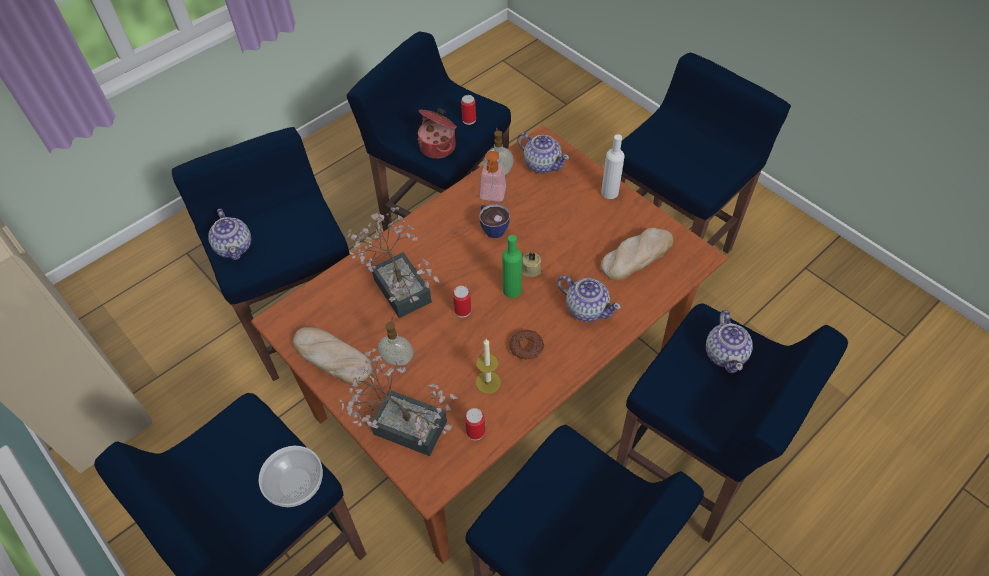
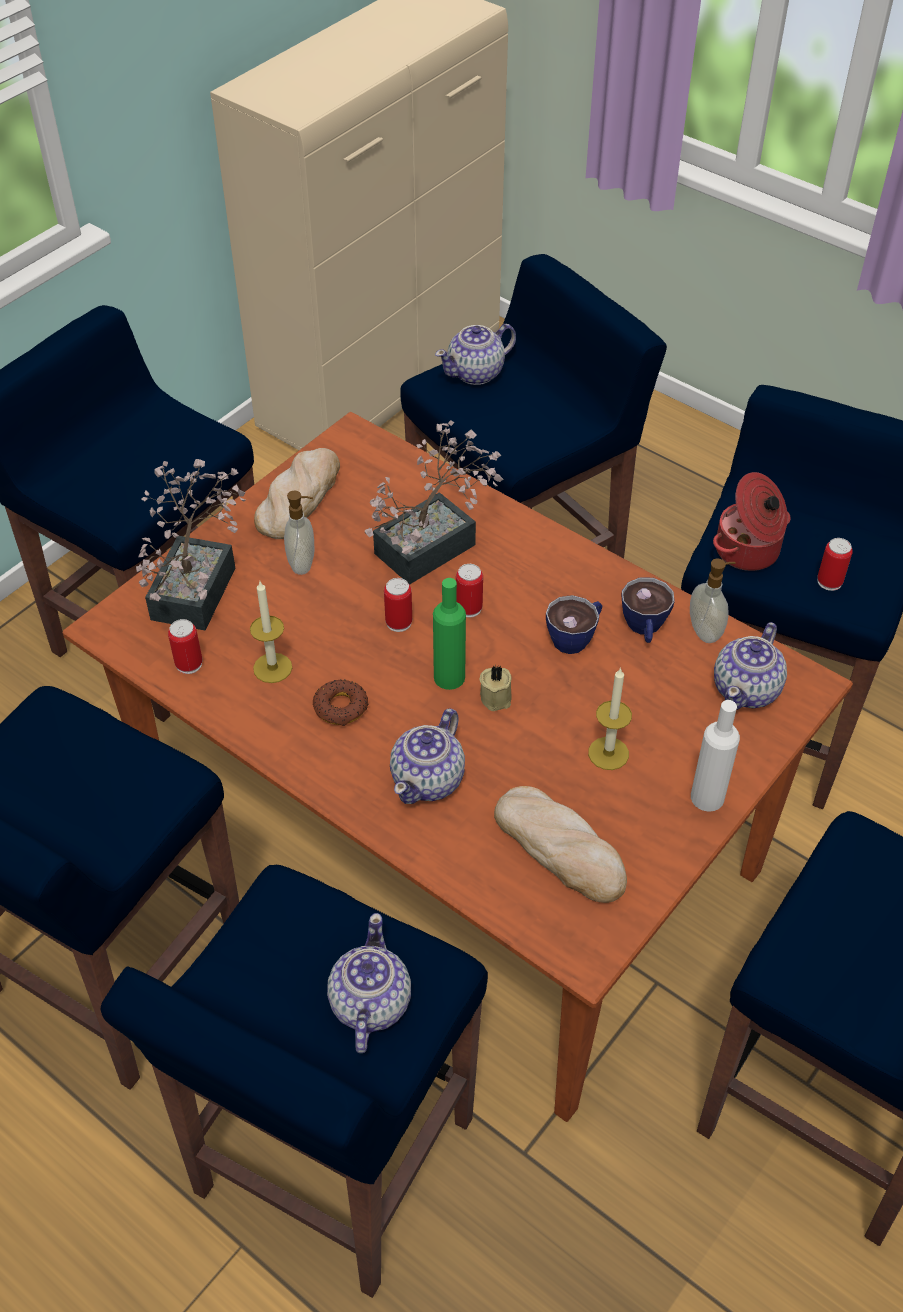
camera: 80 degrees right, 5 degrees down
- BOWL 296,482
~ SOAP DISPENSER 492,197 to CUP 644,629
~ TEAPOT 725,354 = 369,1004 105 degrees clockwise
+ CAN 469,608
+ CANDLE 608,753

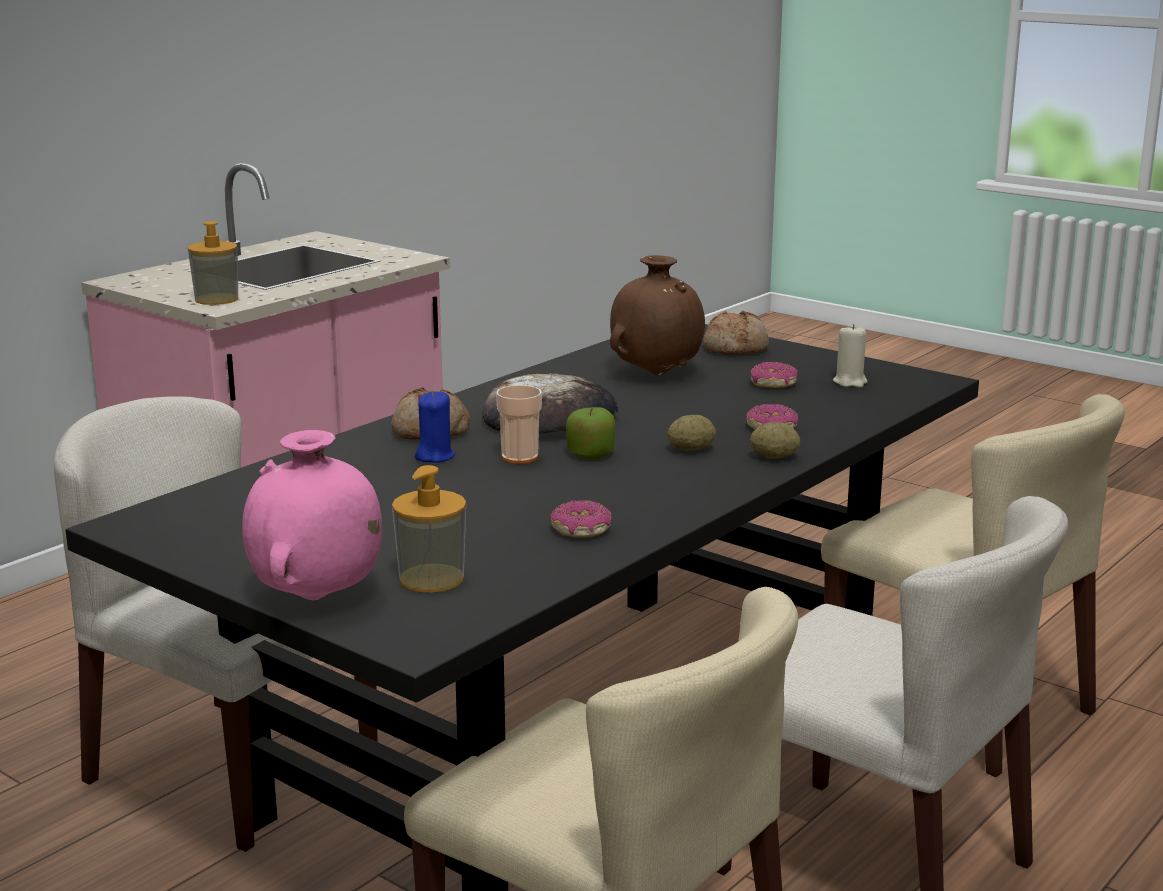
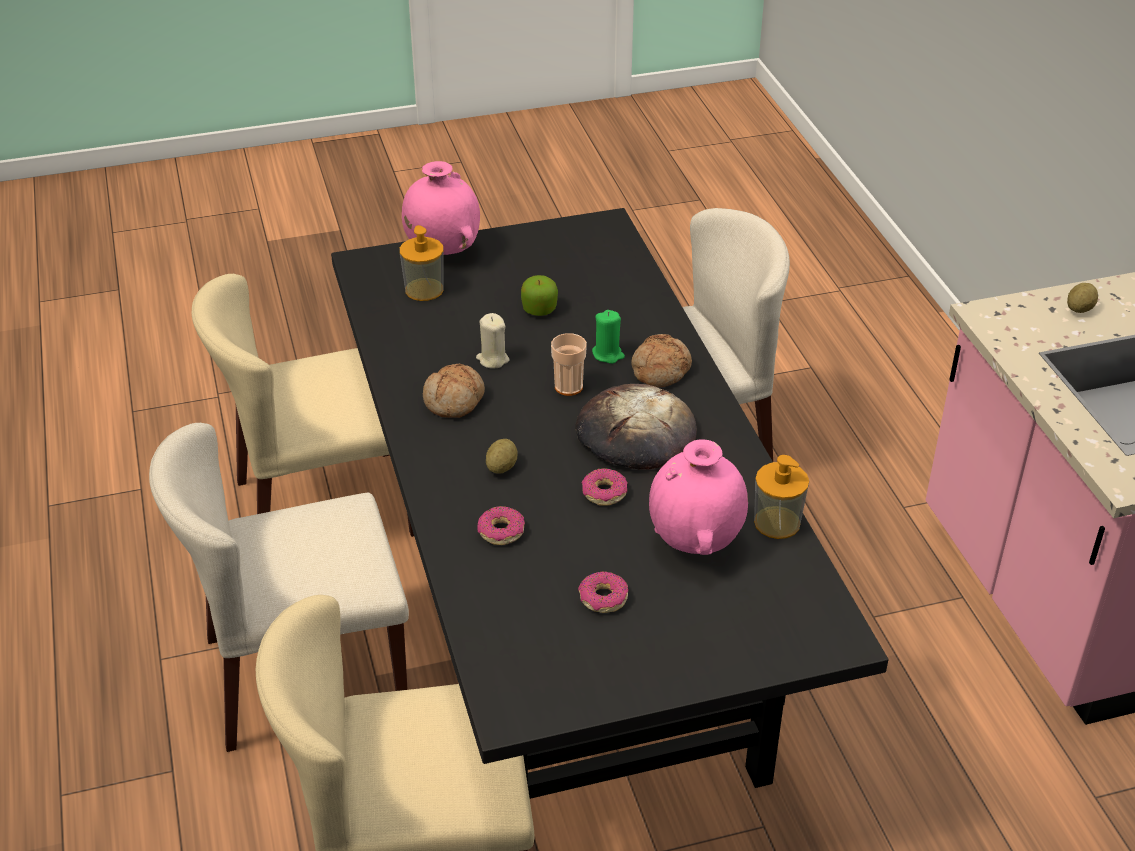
camera: 125 degrees right, 20 degrees up
~ SOAP DISPENSER 216,299 to 777,522
~ BLUE CANDLE 435,456 to GREEN CANDLE 608,354
~ DONUT 581,530 to 604,493
~ APPLE 590,454 to 539,309
~ BROWN VASE 656,374 to PINK VASE 695,542
~ BREAD 735,348 to 455,401
~ POTATO 774,457 to 1079,309
~ BEIGE CANDLE 850,382 to 492,359

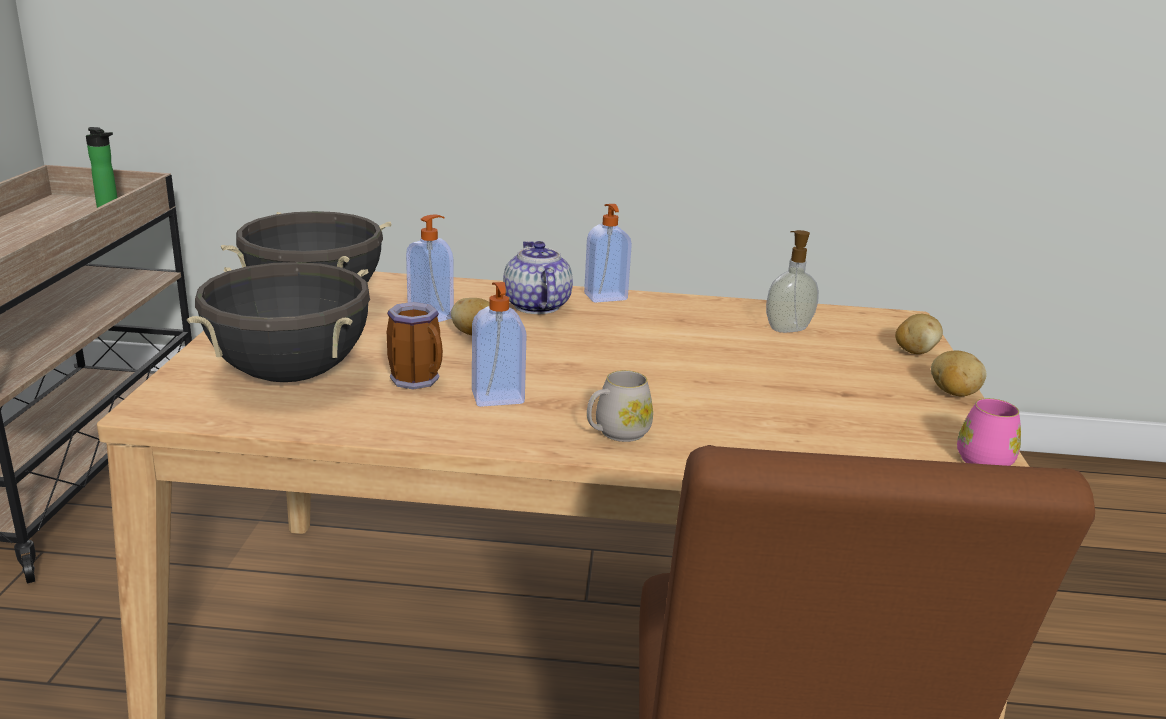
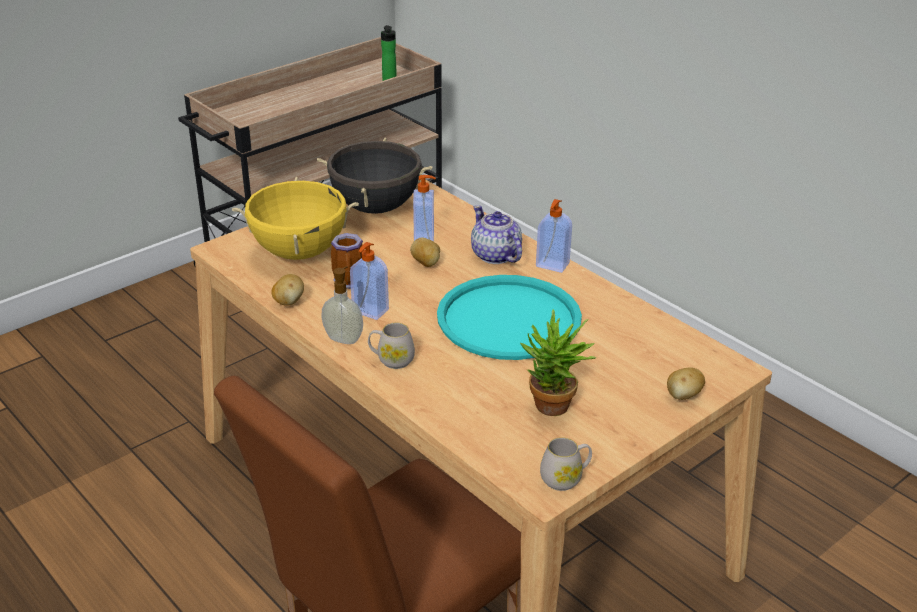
camera: 45 degrees right, 10 degrees up
~ BLACK COOKING POT 290,374 to YELLOW COOKING POT 299,252
~ TEAPOT 536,306 = 495,256 60 degrees counterclockwise
~ SOAP DISPENSER 787,328 to 344,338
~ POTATO 953,393 to 289,302
~ PINK MUG 984,457 to WHITE MUG 565,478
+ TURQUOISE TRAY 509,319
+ POTTED PLANT 553,410

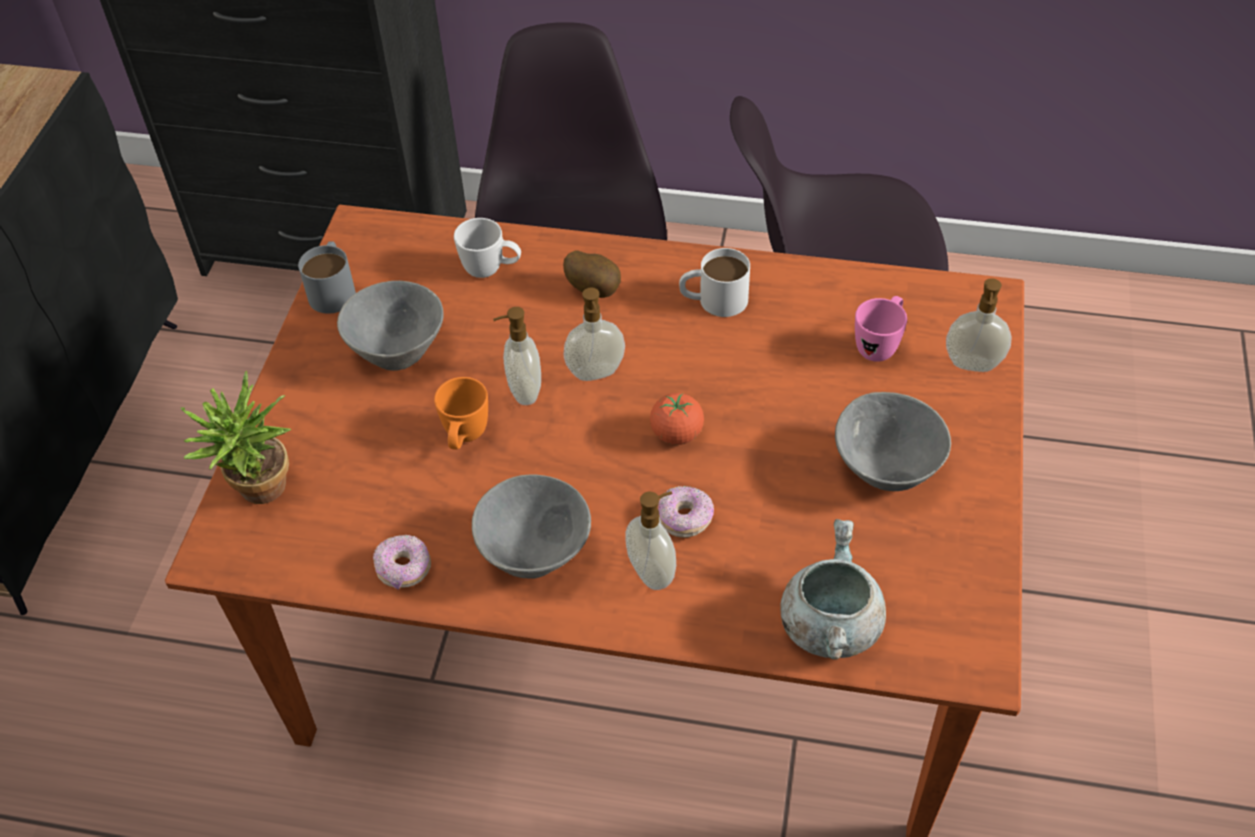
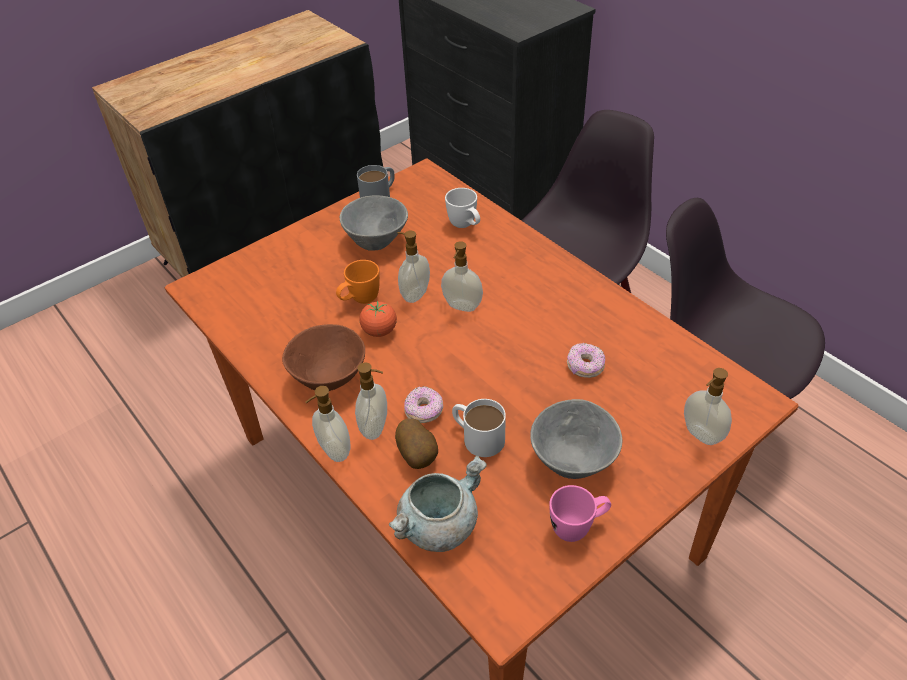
camera: 40 degrees right, 5 degrees down
- POTTED PLANT 259,494
~ DONUT 404,569 to 585,366
~ GREY BOWL 537,554 to BROWN BOWL 330,379
~ POTATO 594,289 to 418,456
~ TOMATO 676,434 to 379,331
~ WHITE MUG 713,300 to 477,436
~ PINK MUG 879,345 to 578,527
+ SOAP DISPENSER 334,451

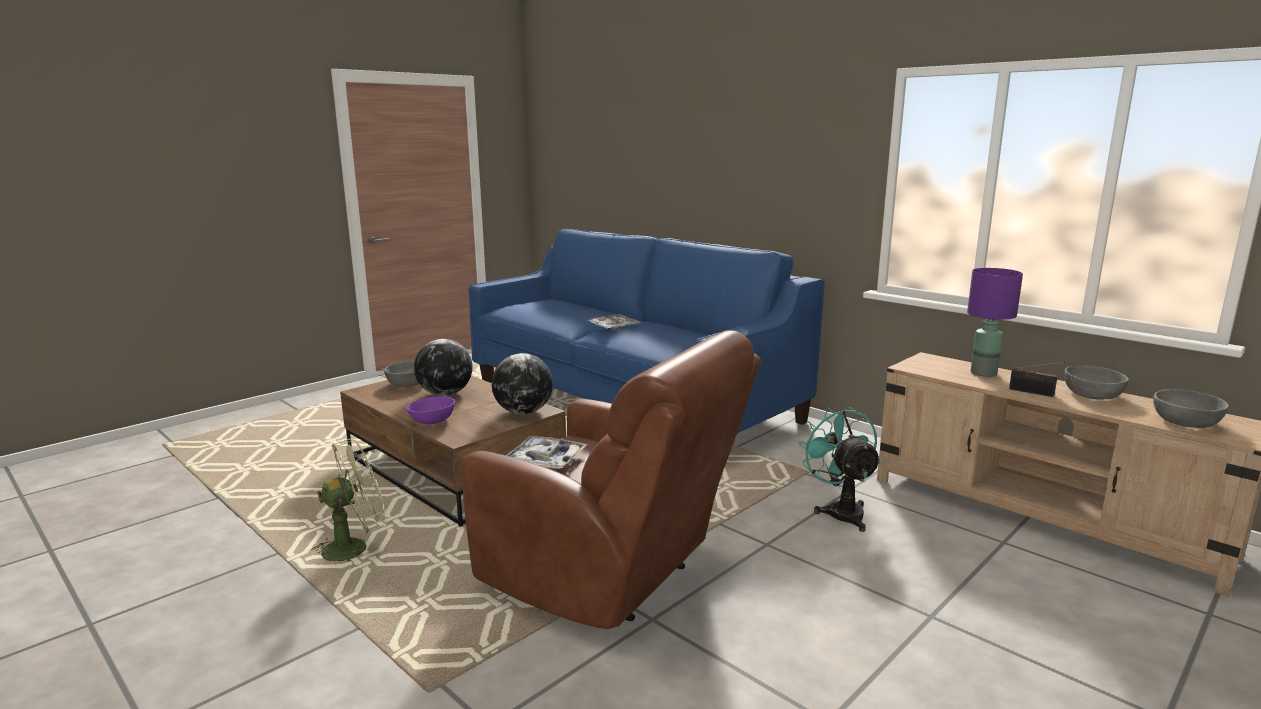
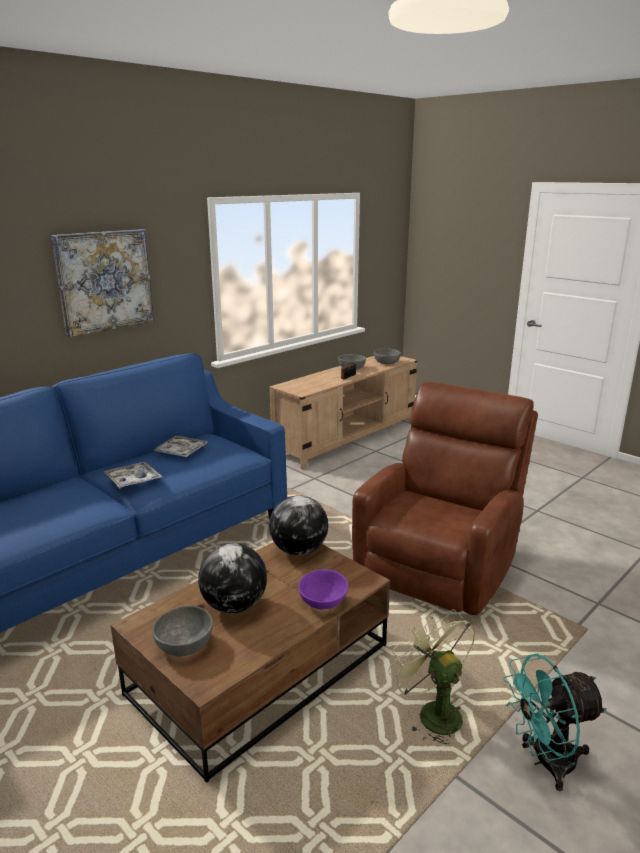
camera: 90 degrees left, 5 degrees up
~ TRAY 545,460 to 181,451
~ TURQUOISE FAN 840,511 to 545,762
- PURPLE TABLE LAMP 982,373
+ PICTURE 105,281

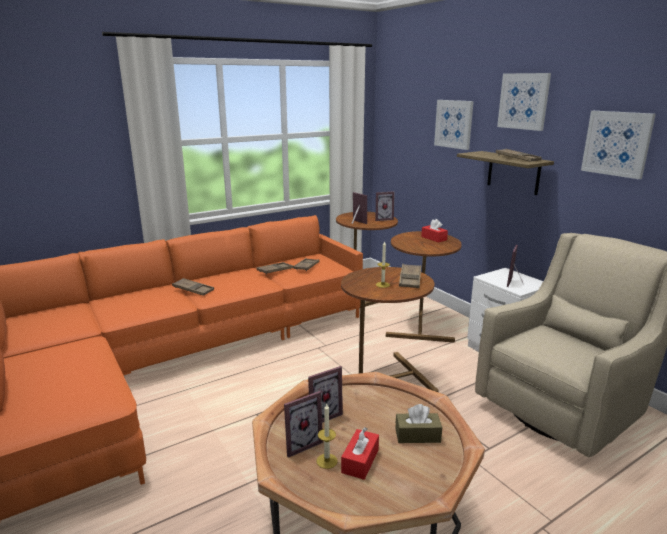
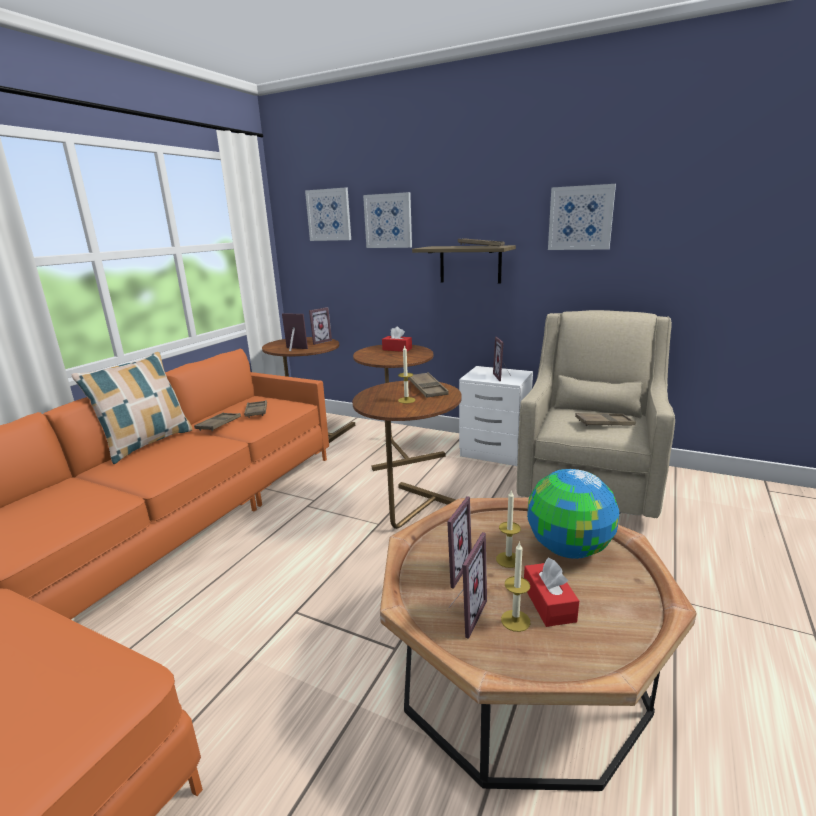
camera: 30 degrees left, 0 degrees up
~ BROWN TRAY 193,290 to 604,423
~ BROWN TISSUE BOX 417,435 to GLOBE 568,549
~ PICTURE 523,101 to 329,215
+ PILLOW 147,443
+ CANDLE 508,559

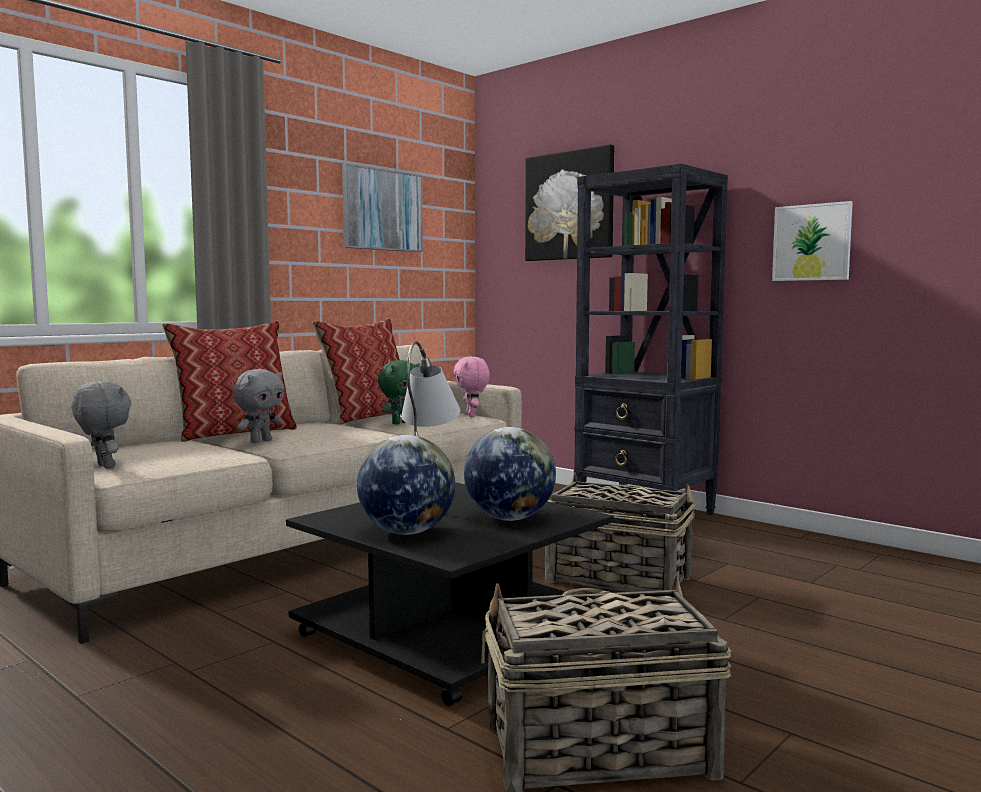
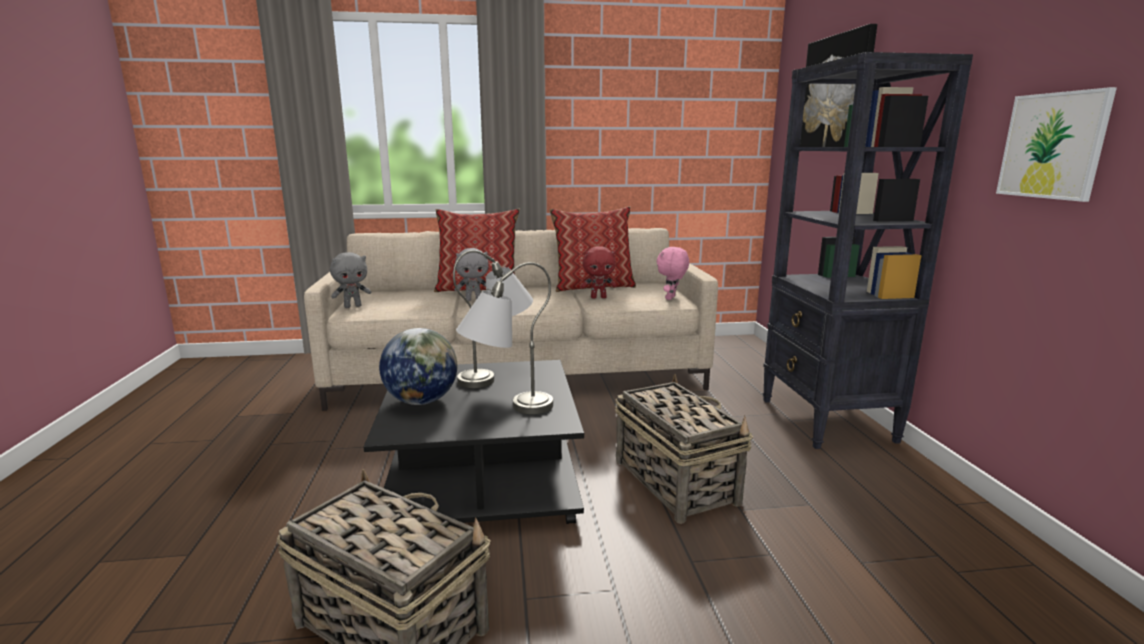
camera: 40 degrees right, 10 degrees up
~ GREY PLUSH TOY 104,466 = 353,306 60 degrees clockwise
- PICTURE 382,210
~ GREEN PLUSH TOY 400,423 to RED PLUSH TOY 598,297
~ GLOBE 509,518 to GREY TABLE LAMP 506,410

